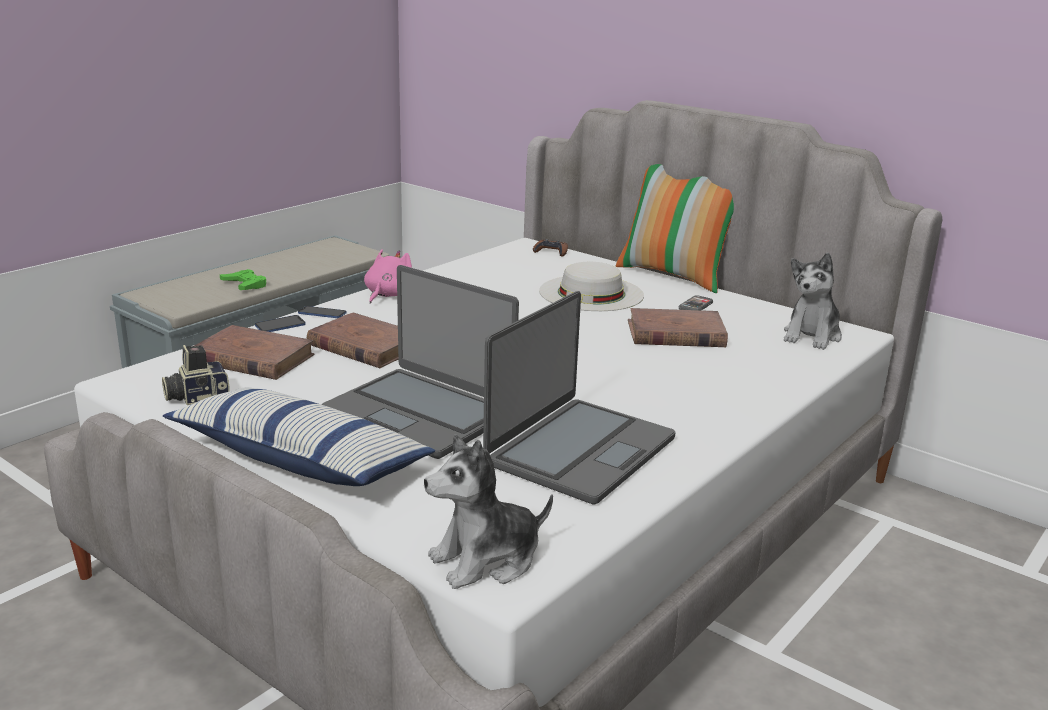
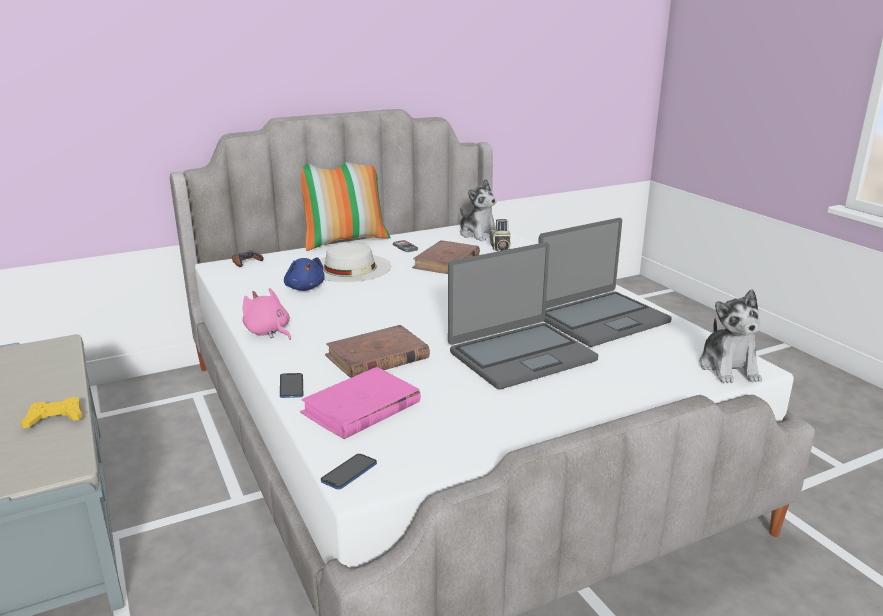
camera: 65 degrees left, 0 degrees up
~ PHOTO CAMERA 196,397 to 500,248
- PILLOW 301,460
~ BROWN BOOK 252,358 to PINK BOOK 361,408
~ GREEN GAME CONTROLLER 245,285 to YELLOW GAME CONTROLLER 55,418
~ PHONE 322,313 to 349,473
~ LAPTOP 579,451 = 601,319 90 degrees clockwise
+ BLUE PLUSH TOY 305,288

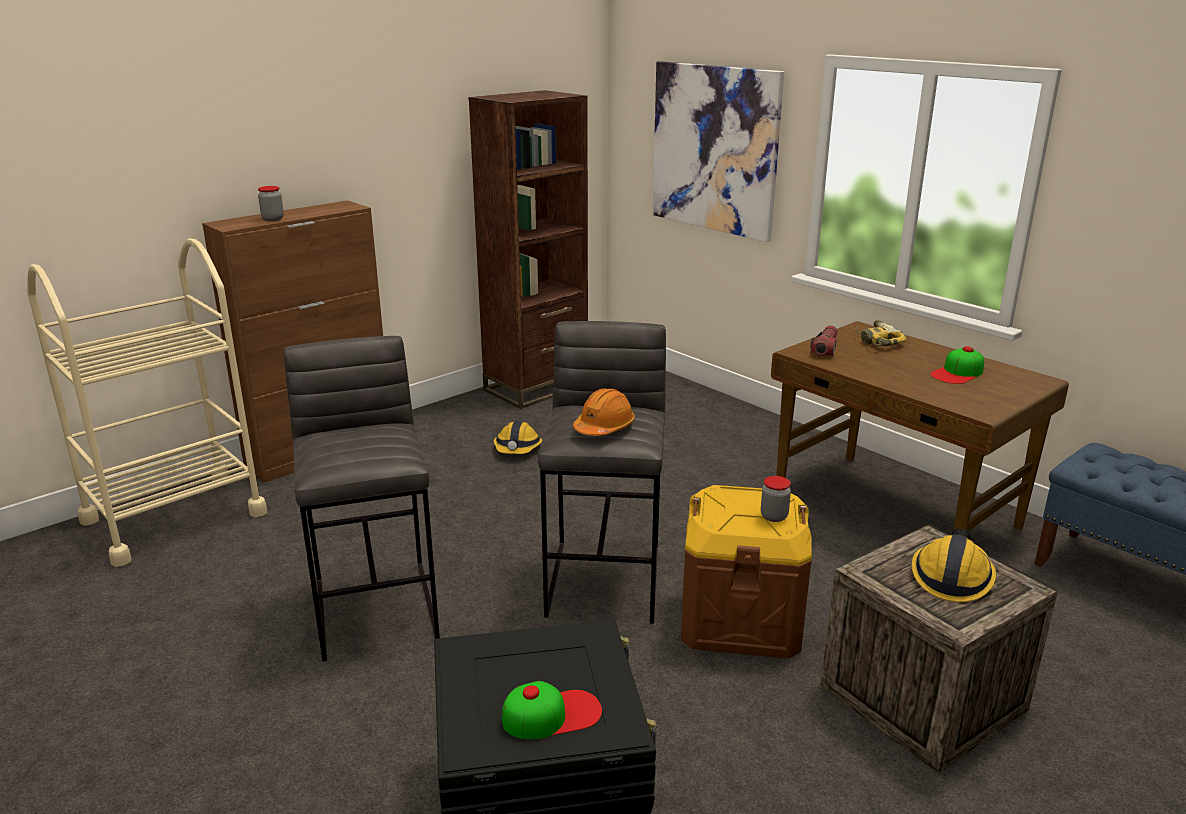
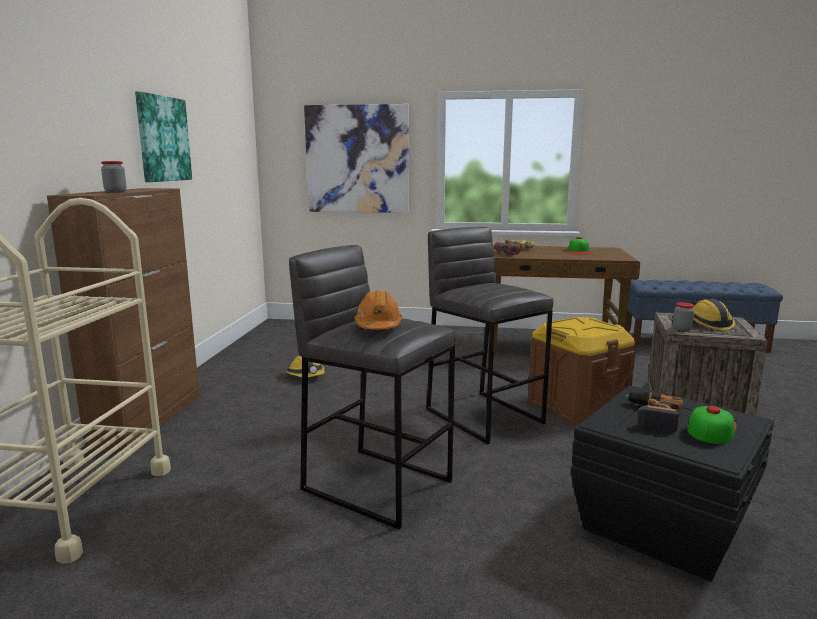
camera: 40 degrees left, 10 degrees down
- BROWN BOOKCASE 536,388
~ ORANGE HARD HAT 604,427 to 378,326
~ JAR 774,516 to 682,329
+ PICTURE 163,139
+ POWER DRILL 651,416

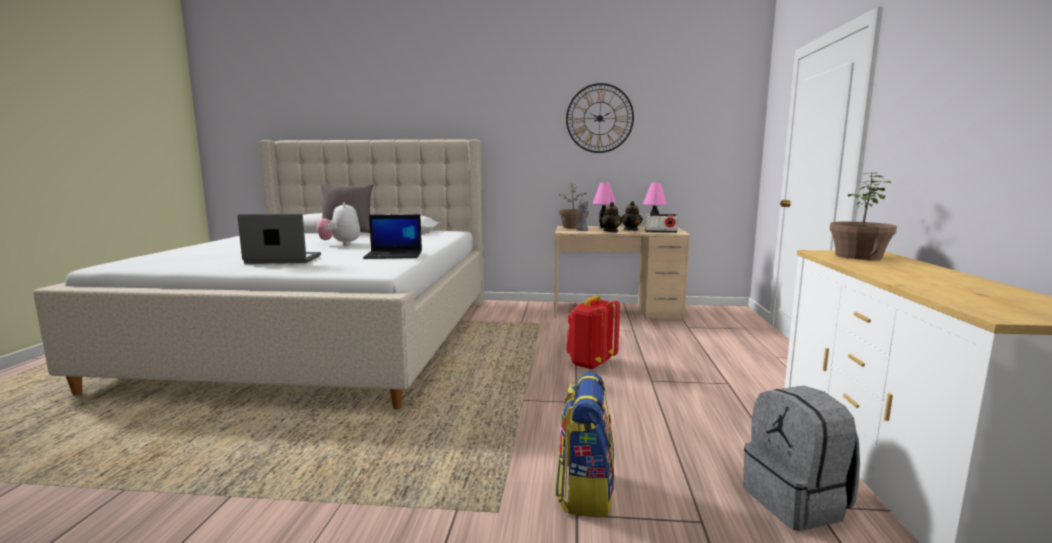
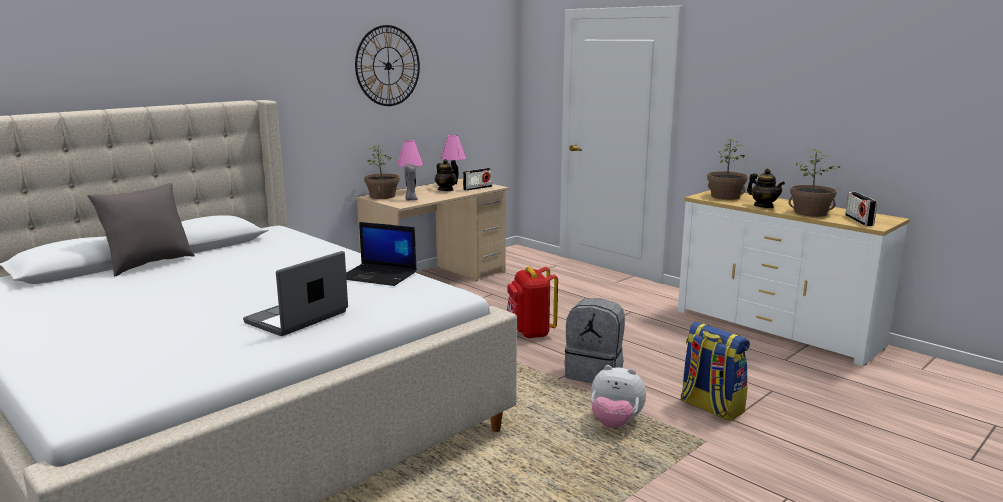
camera: 50 degrees left, 5 degrees up
~ PLUSH TOY 340,244 to 615,423
~ LAPTOP 394,255 = 379,275 75 degrees clockwise
~ TEAPOT 611,231 to 763,206
~ GREY BACKPACK 797,502 to 595,373
+ POTTED PLANT 810,213
+ RADIO 859,220

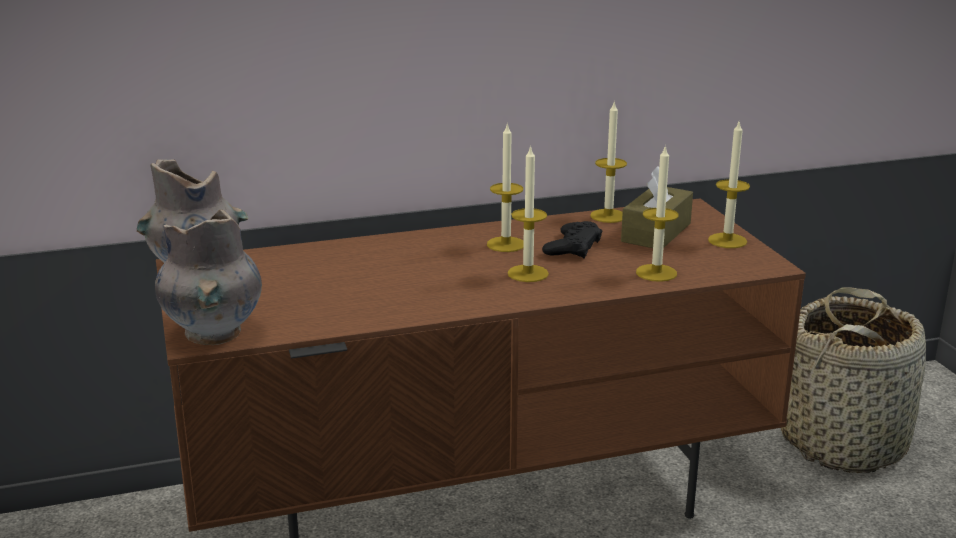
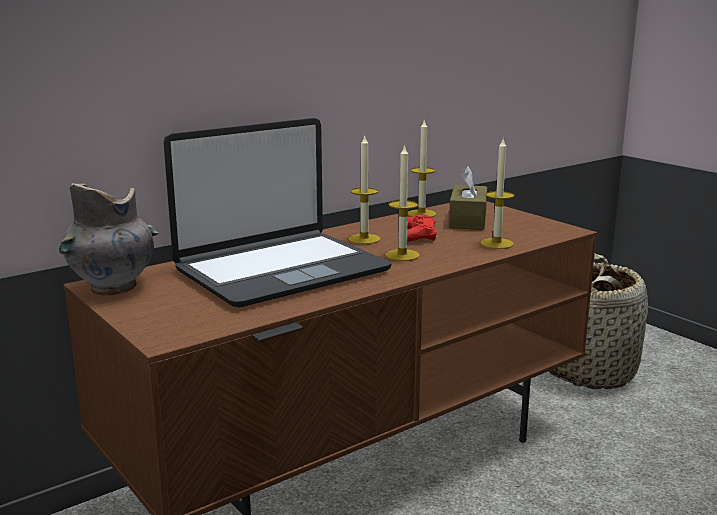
camera: 20 degrees left, 5 degrees down
- GREY VASE 213,333
~ BLACK GAME CONTROLLER 572,247 to RED GAME CONTROLLER 417,235
- CANDLE 727,241
+ LAPTOP 280,270

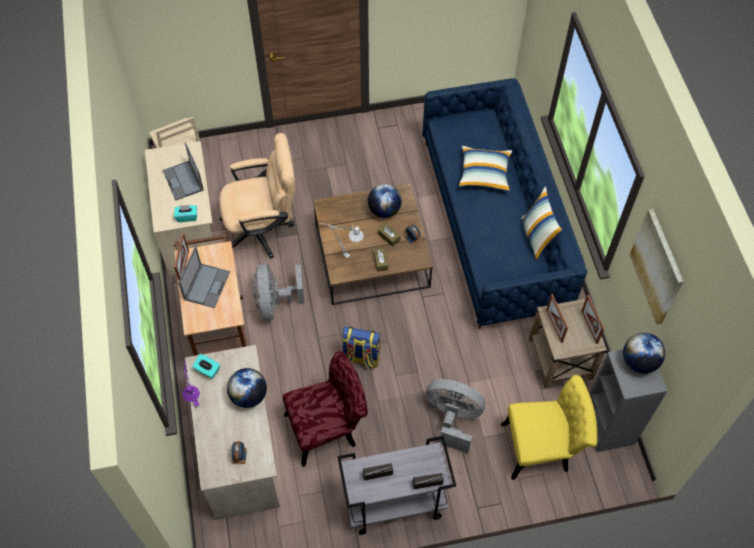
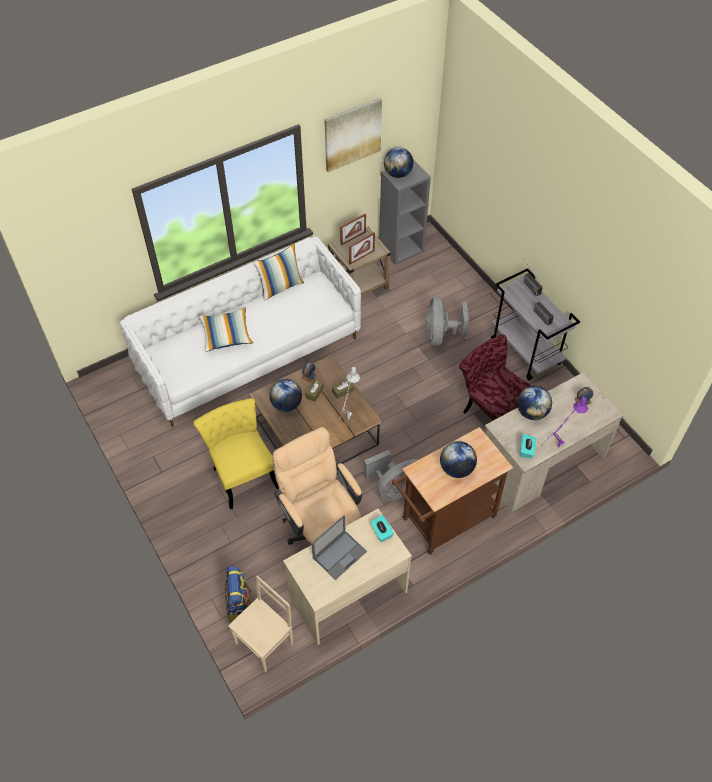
camera: 110 degrees left, 5 degrees down
- PICTURE FRAME 184,266
~ LAPTOP 207,285 to GLOBE 456,469
~ BACKPACK 361,357 to 239,605
~ BLUE SOFA 493,225 to WHITE SOFA 249,353
~ YELLOW CHAIR 543,447 to 242,473

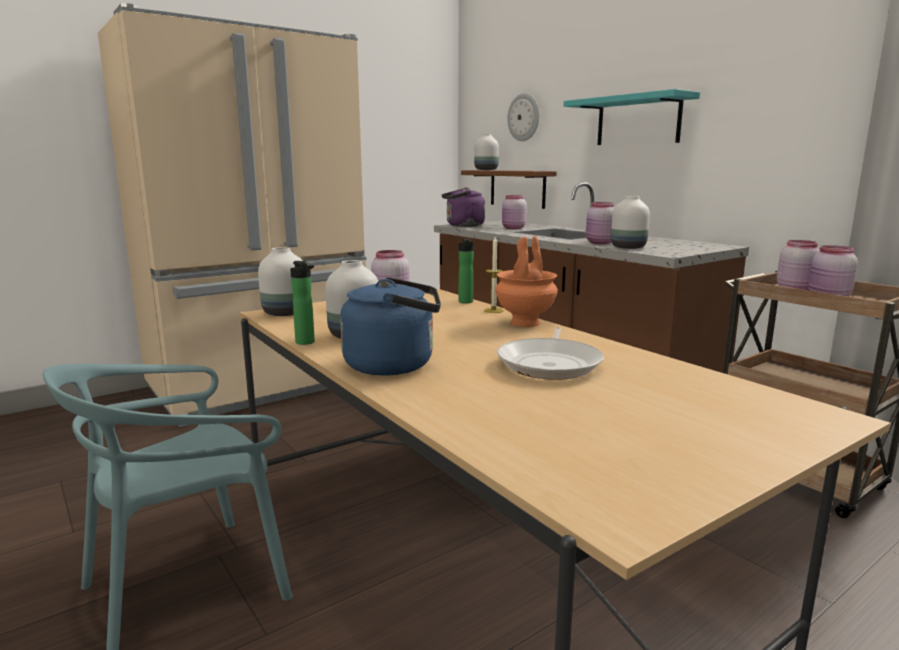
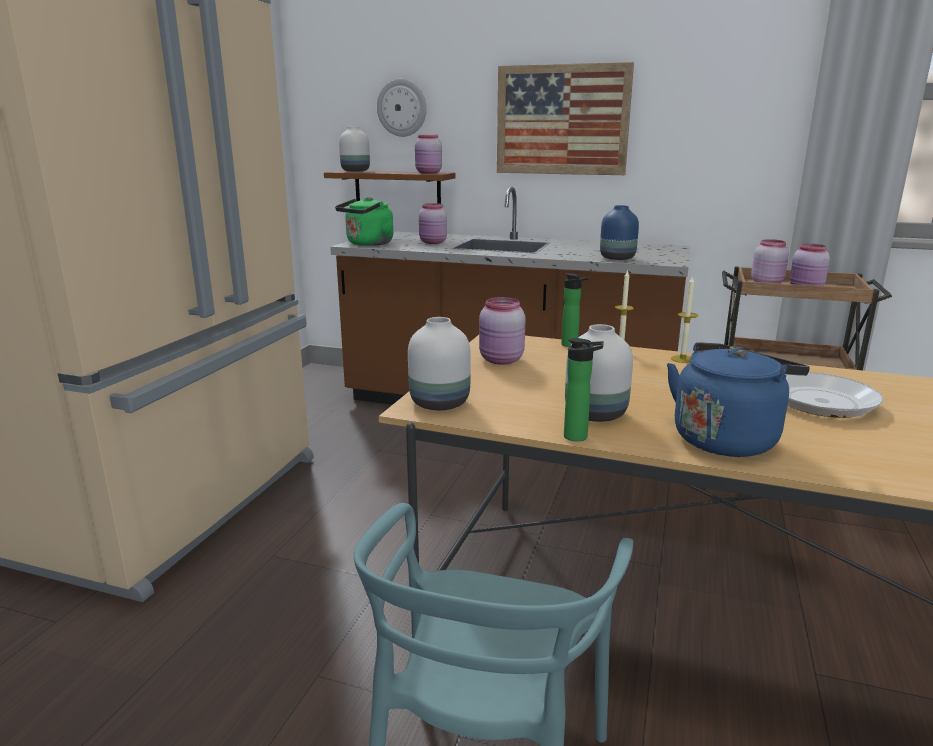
camera: 35 degrees left, 5 degrees up
~ PURPLE KETTLE 463,226 to GREEN KETTLE 368,244
~ ORANGE VASE 524,323 to CANDLE 682,359
~ TURQUOISE SHELF 638,121 to PICTURE 562,120
~ PINK JAR 599,243 to 428,173
~ WHITE VASE 629,247 to BLUE VASE 618,258

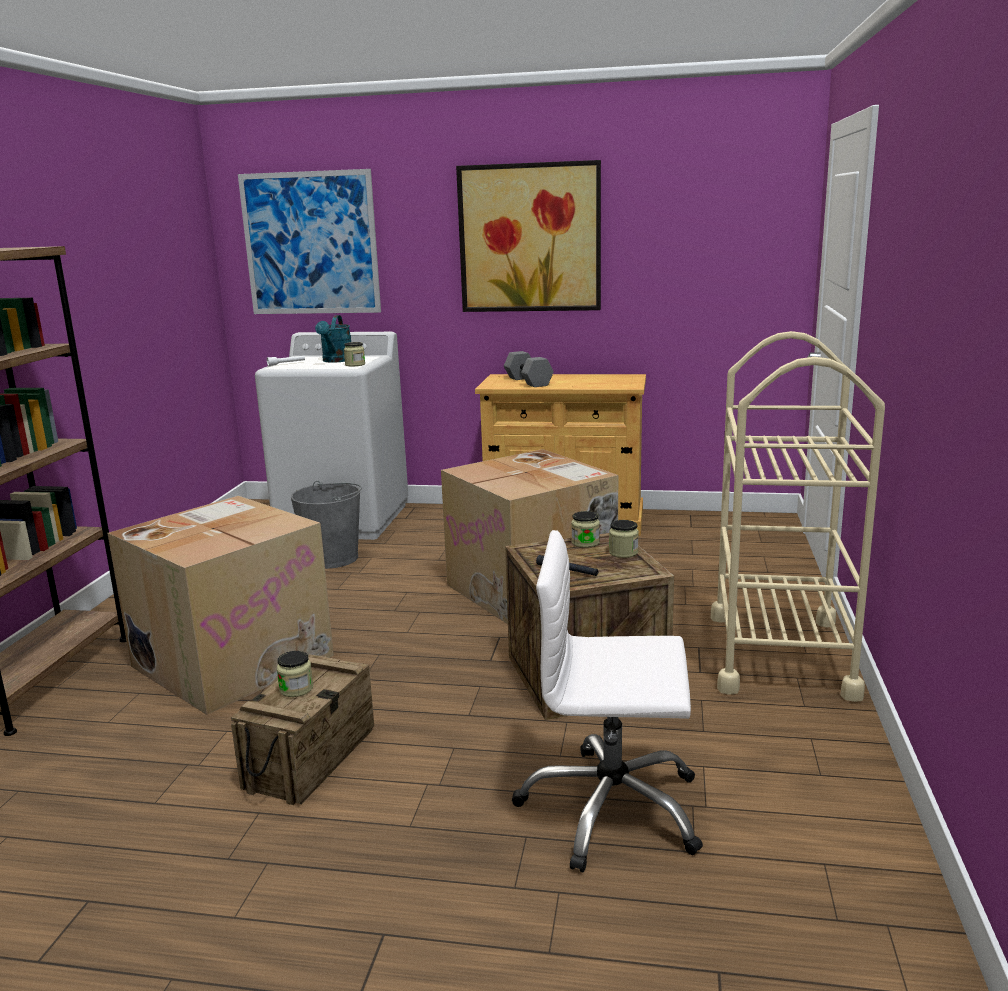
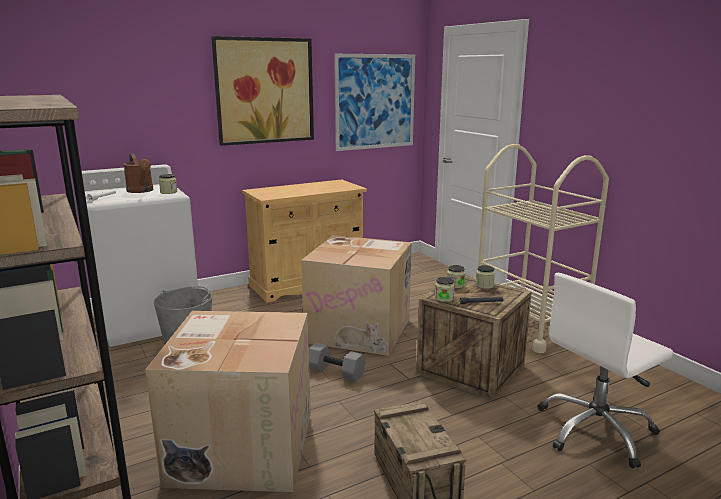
camera: 40 degrees left, 0 degrees up
~ PICTURE 310,243 to 375,102
~ JAR 296,689 to 444,298
~ TURQUOISE WATERING CAN 336,361 to BROWN WATERING CAN 141,191
~ GREY DUMBBELL 527,381 to 335,372

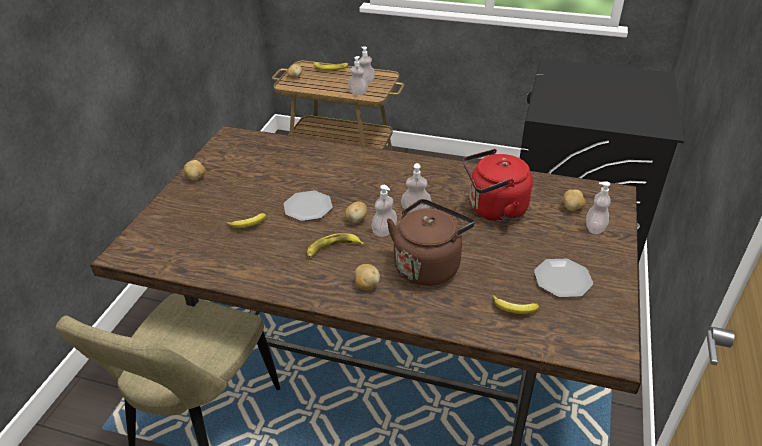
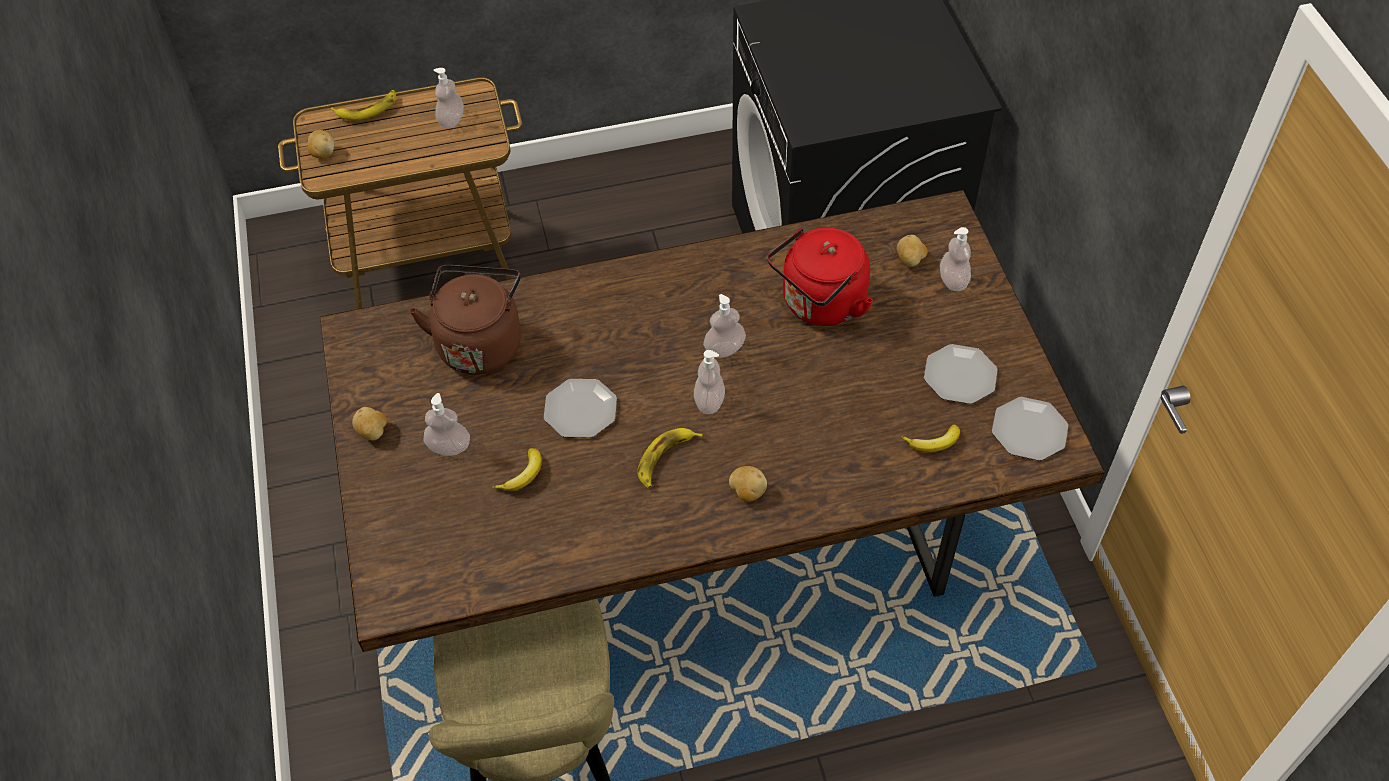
camera: 30 degrees left, 15 degrees up
- POTATO 356,220
~ SOAP DISPENSER 358,93 to 449,447
~ BROWN KETTLE 428,265 to 480,342
+ PLATE 1030,431

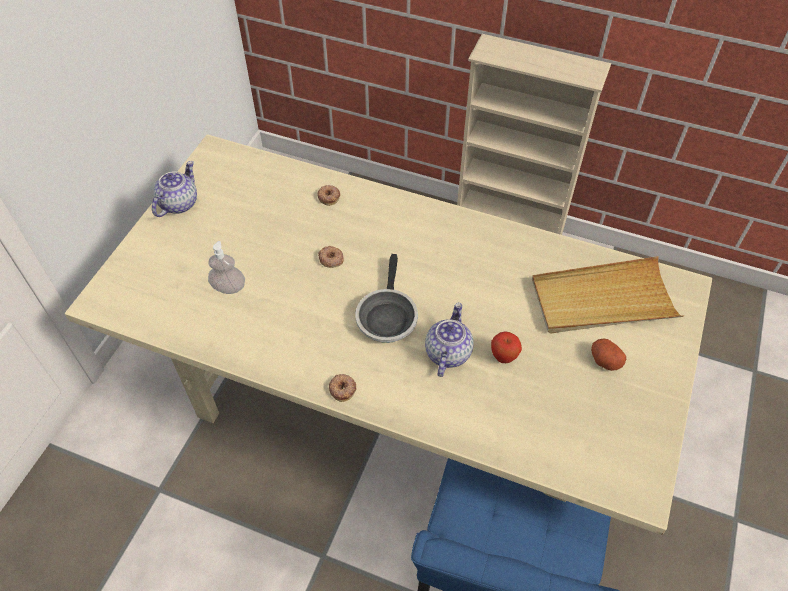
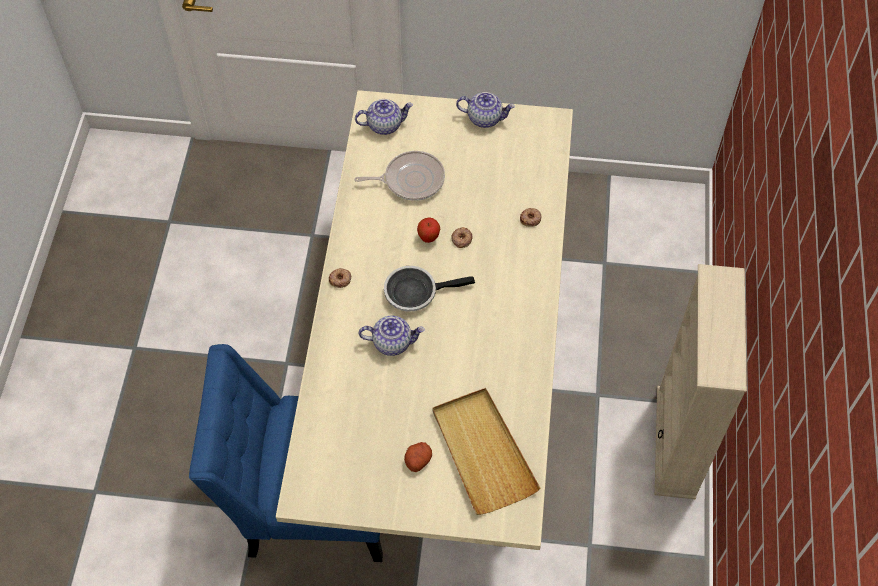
camera: 75 degrees right, 5 degrees up
~ SOAP DISPENSER 229,287 to FRYING PAN 411,179
~ APPLE 503,357 to 428,238
+ TEAPOT 384,125

